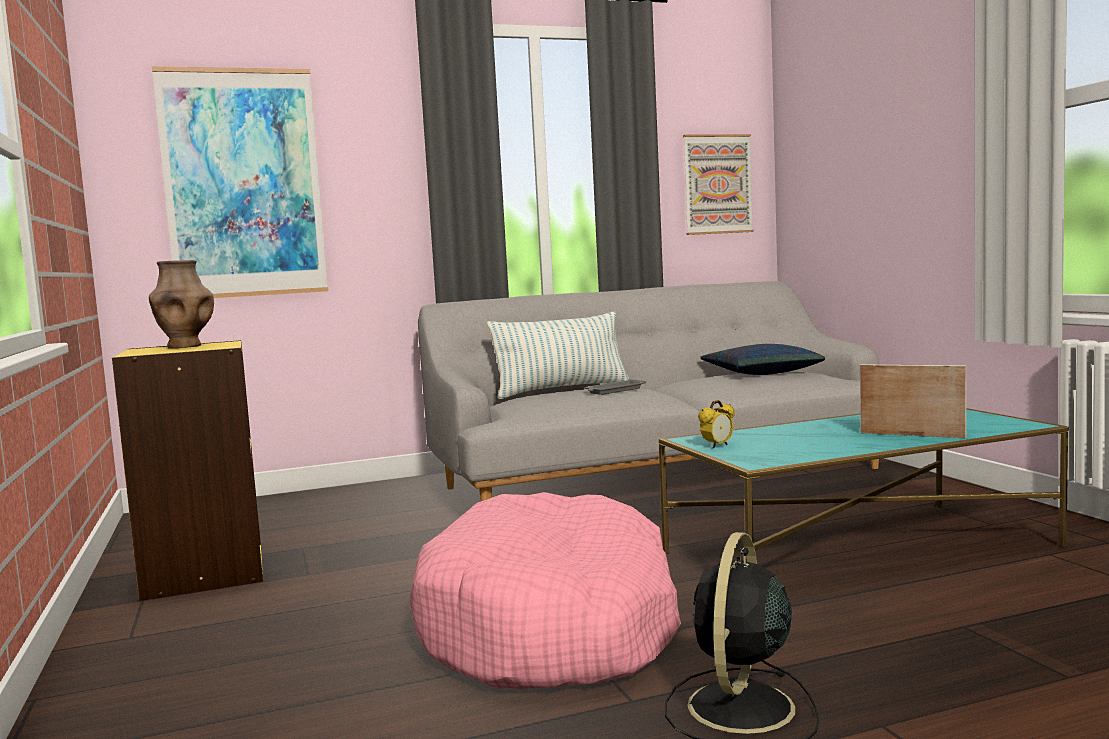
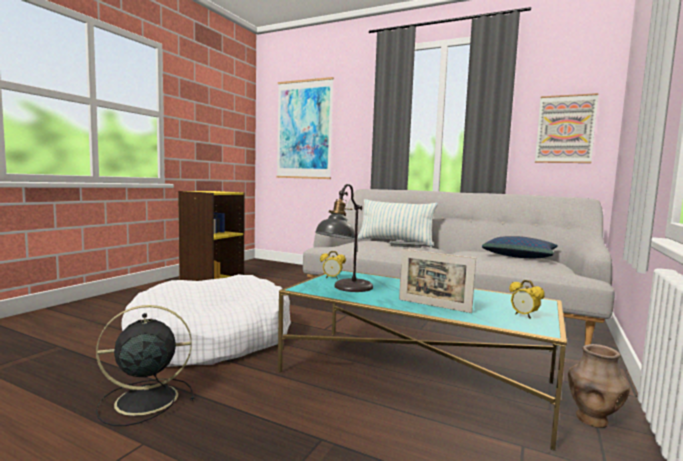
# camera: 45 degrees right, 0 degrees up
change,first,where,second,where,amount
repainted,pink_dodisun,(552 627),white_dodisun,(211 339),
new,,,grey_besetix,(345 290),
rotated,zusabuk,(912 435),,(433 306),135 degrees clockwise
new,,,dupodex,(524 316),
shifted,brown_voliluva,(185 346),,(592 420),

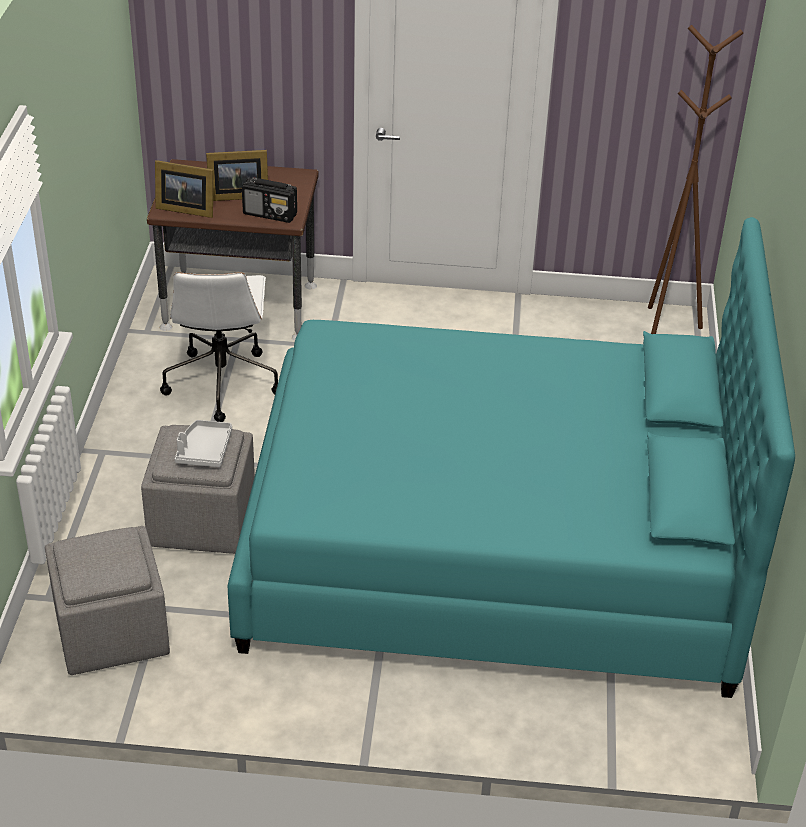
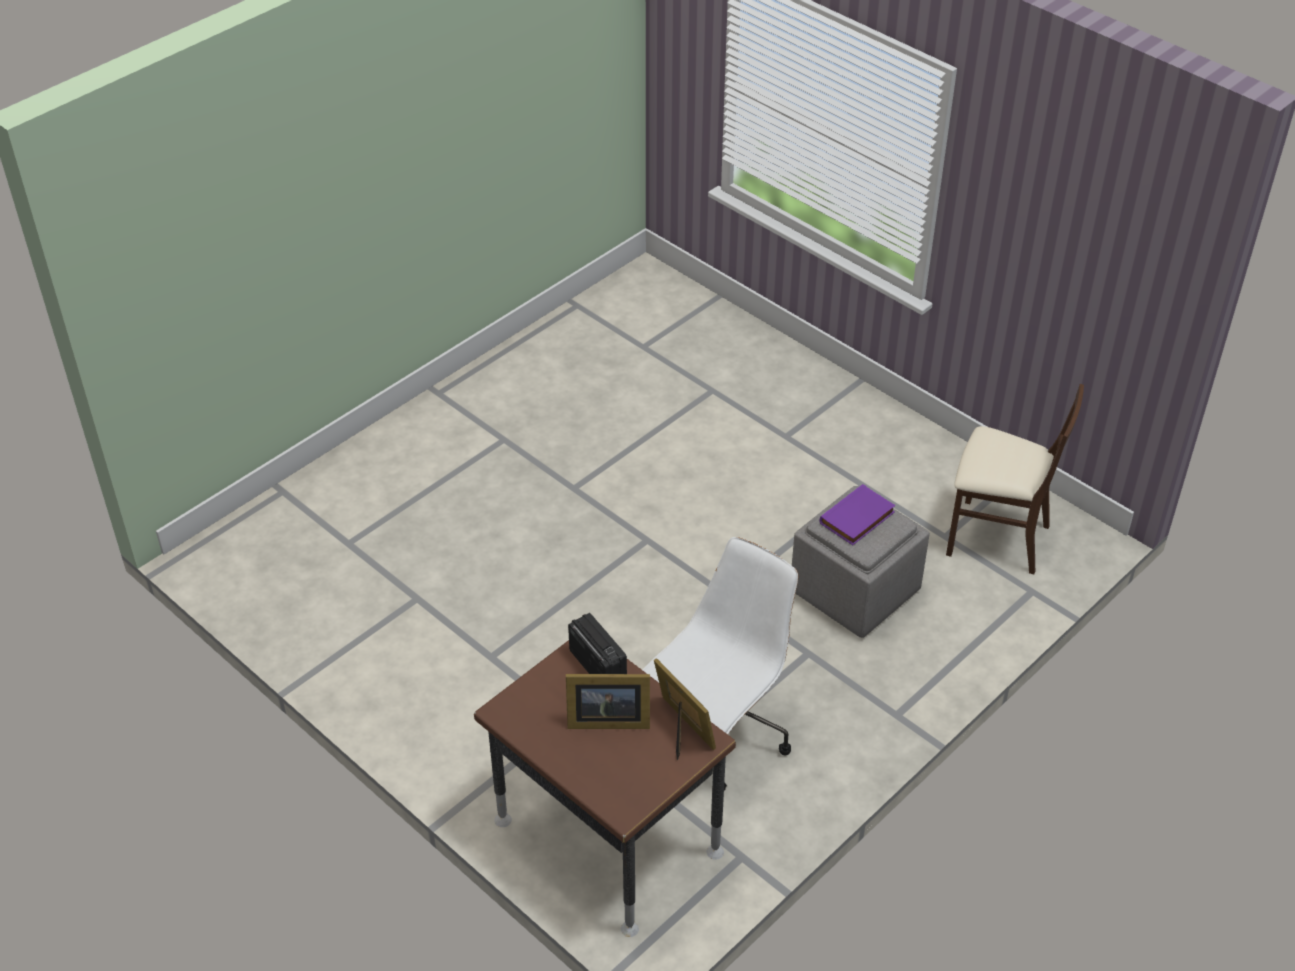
# camera: 140 degrees left, 5 degrees up
change,first,where,second,where,amount
rotated,zusabuk,(236 195),,(606 719),150 degrees clockwise
swapped,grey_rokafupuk,(204 450),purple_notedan,(858 519),
swapped,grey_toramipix,(110 631),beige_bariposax,(996 537),
gone,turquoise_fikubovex,(493 546),,,
gone,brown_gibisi,(667 325),,,

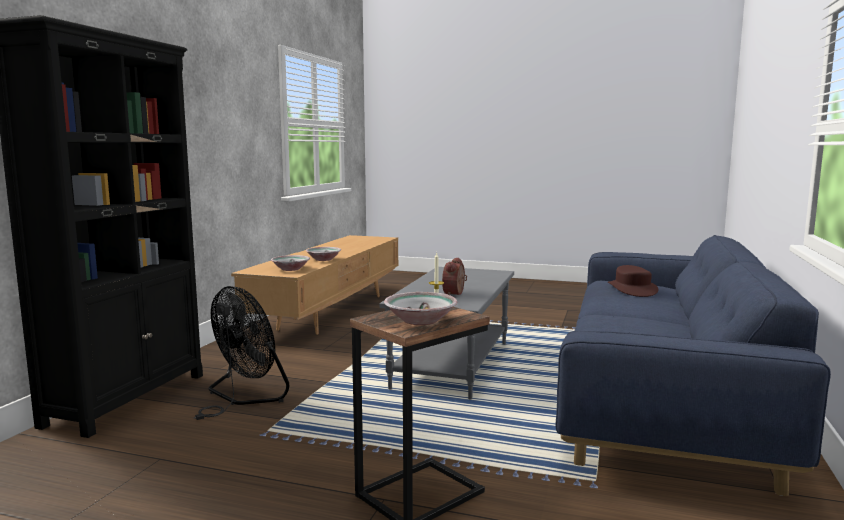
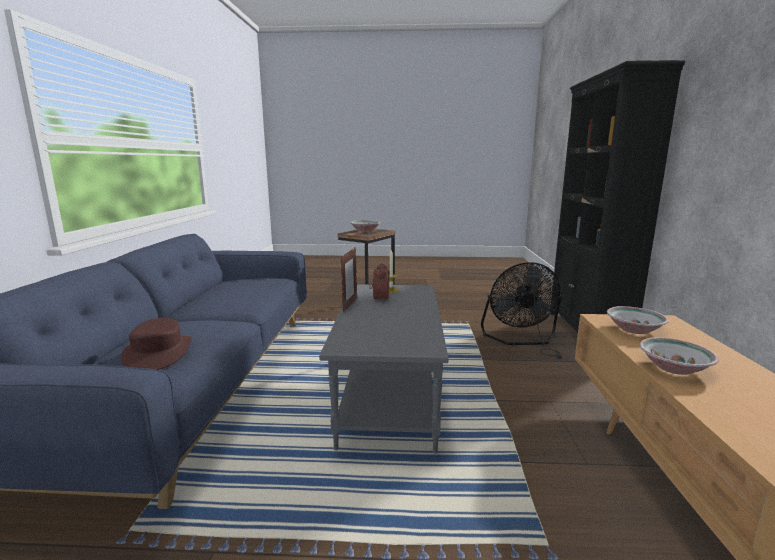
# camera: 165 degrees right, 5 degrees up
change,first,where,second,where,amount
new,,,zusabuk,(349 306),
rotated,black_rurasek,(237 395),,(526 341),150 degrees clockwise

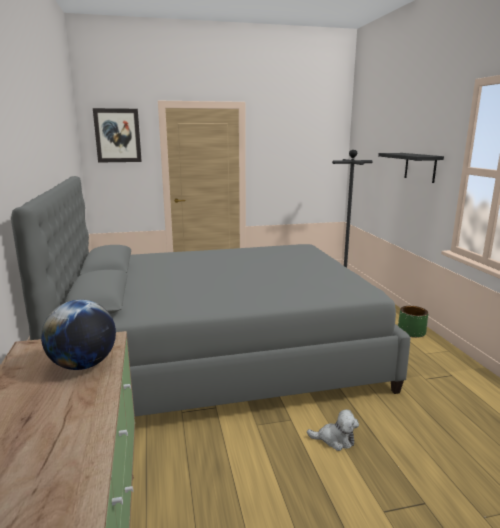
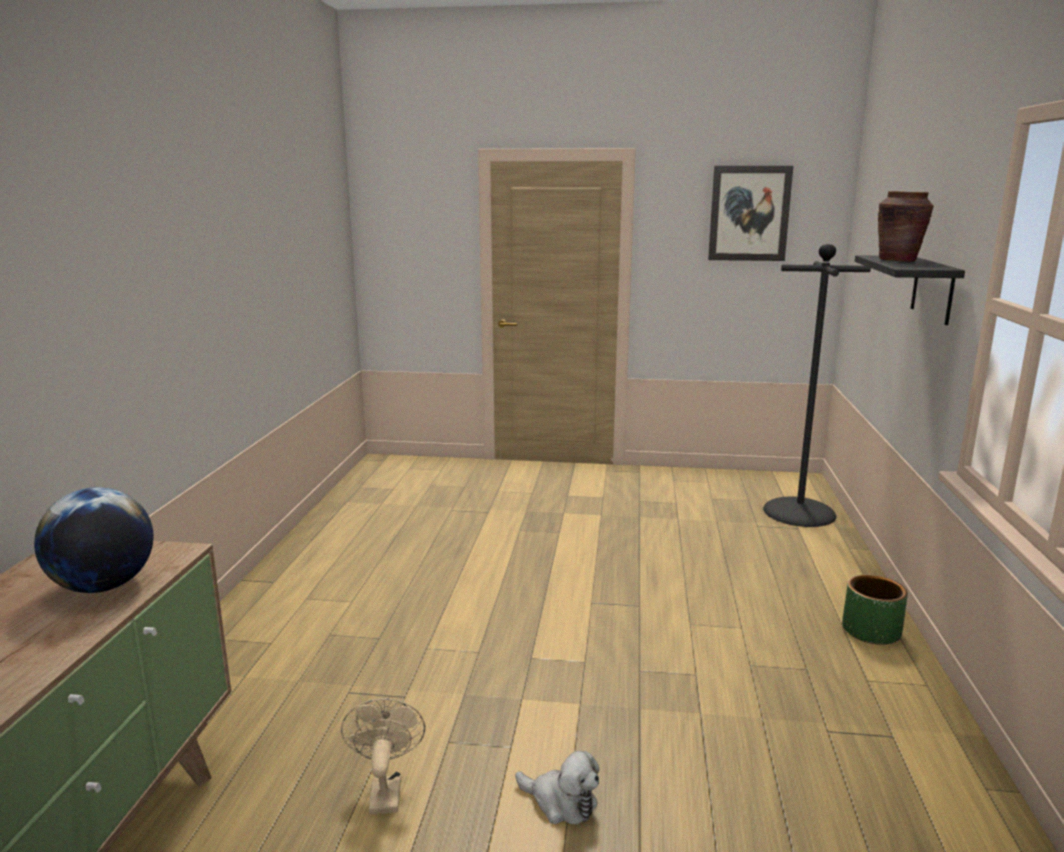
# camera: 20 degrees right, 0 degrees up
change,first,where,second,where,amount
new,,,beige_rurasek,(385 790),
shifted,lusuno,(117 135),,(749 213),
new,,,brown_voliluva,(898 260),
gone,grey_fikubovex,(220 355),,,

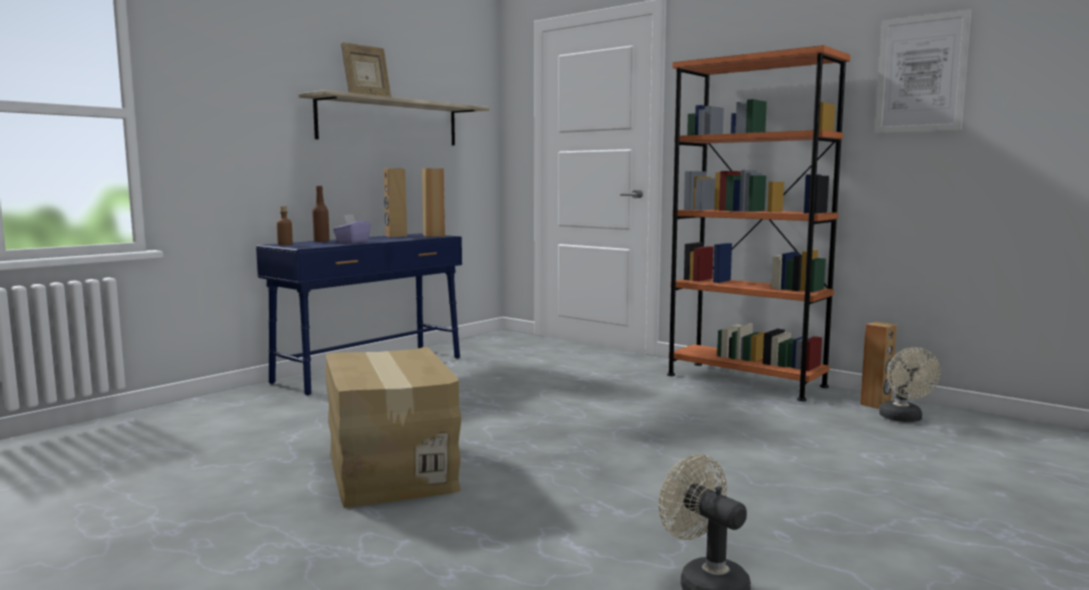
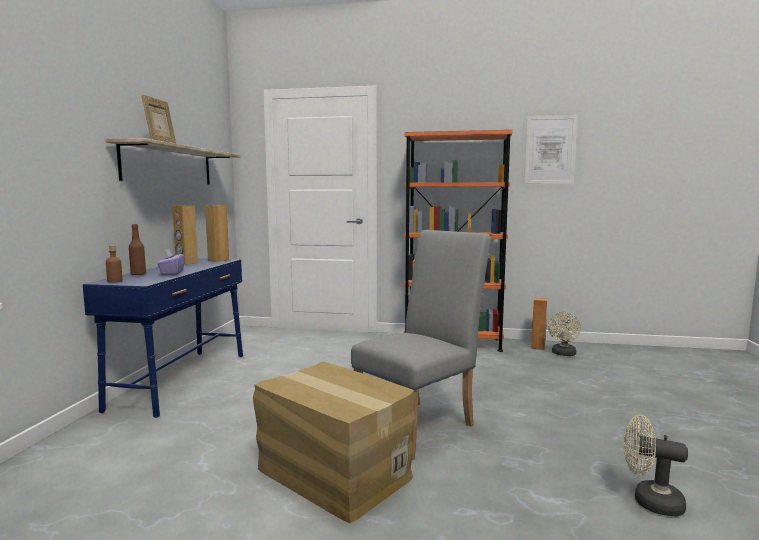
# camera: 30 degrees left, 0 degrees up
change,first,where,second,where,amount
new,,,grey_bariposax,(421 425),
rotated,beige_rurasek,(904 419),,(563 354),60 degrees clockwise

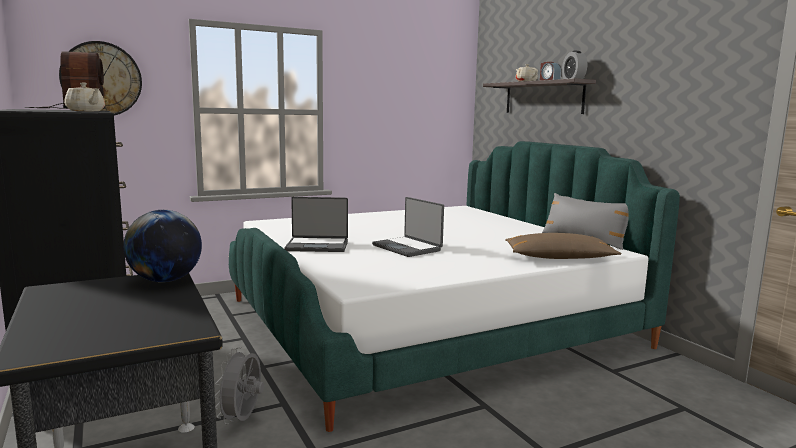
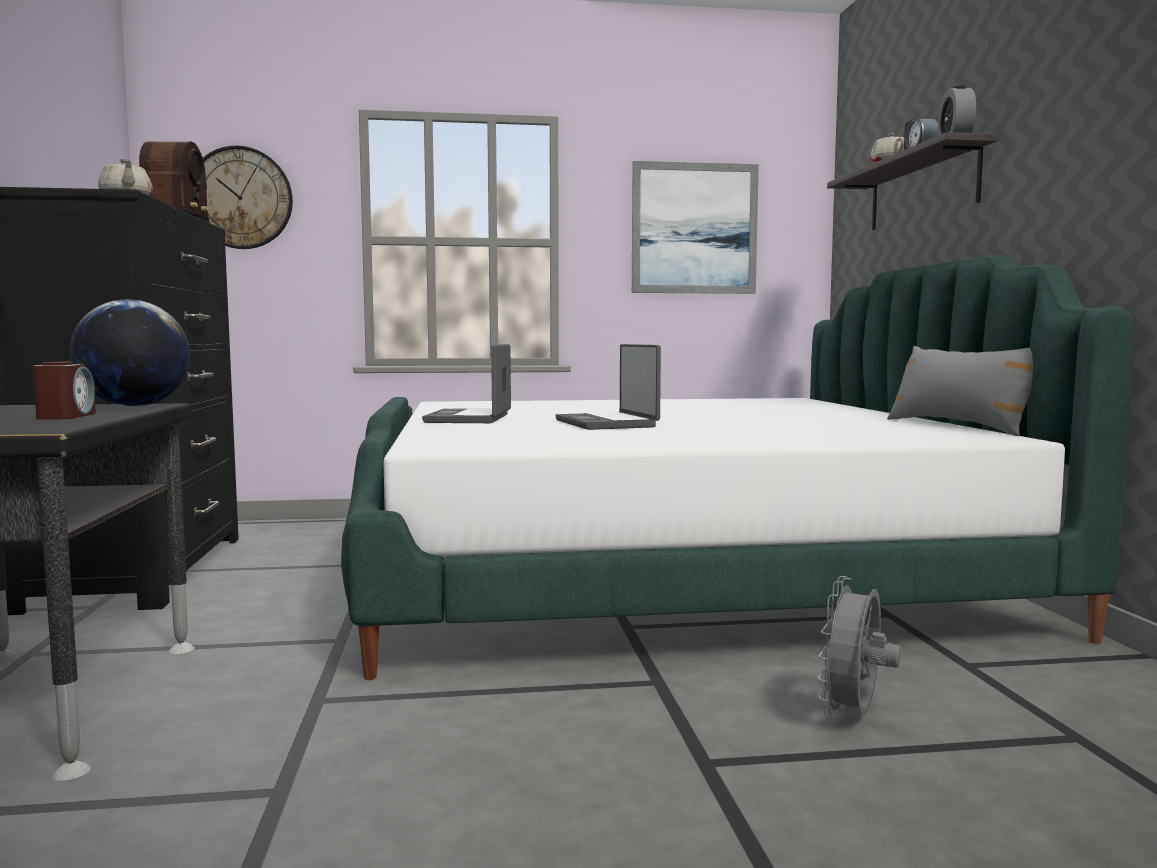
# camera: 20 degrees right, 5 degrees down
change,first,where,second,where,amount
new,,,dupodex,(66 416),
rotated,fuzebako,(317 246),,(471 418),75 degrees clockwise
new,,,lusuno,(694 228),
shifted,grey_rurasek,(242 419),,(854 717),
gone,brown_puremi,(558 258),,,

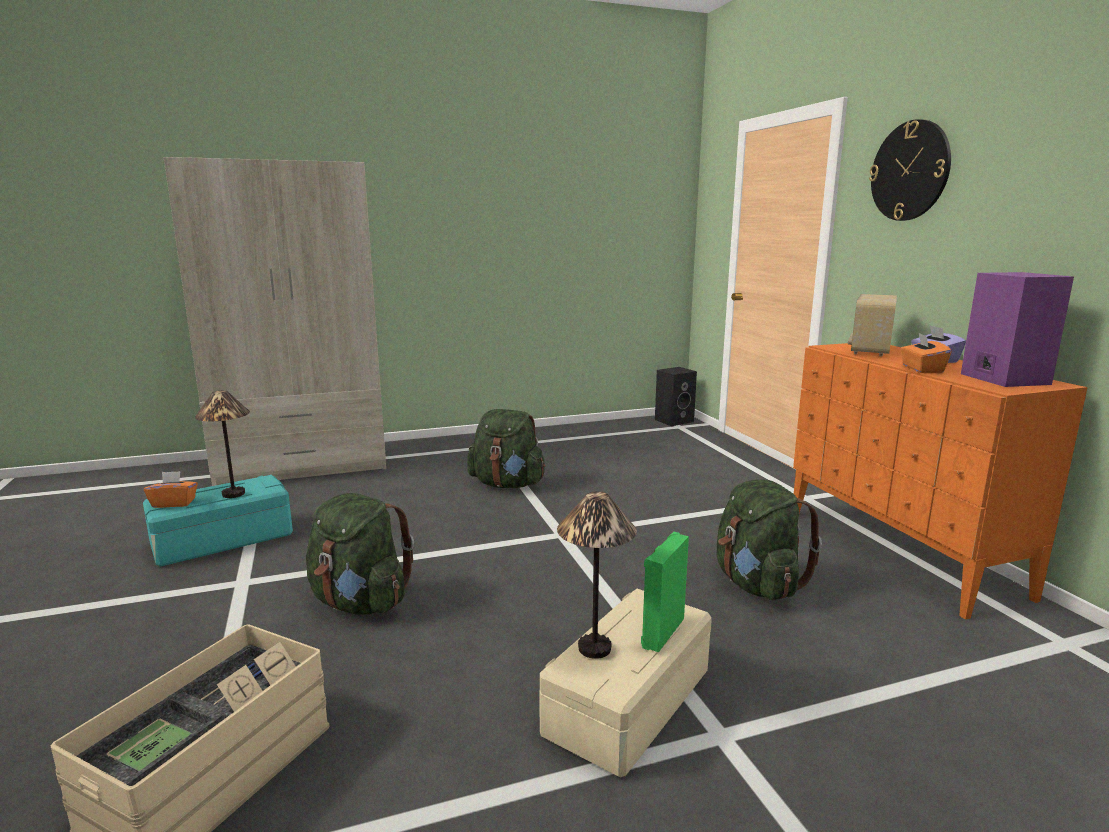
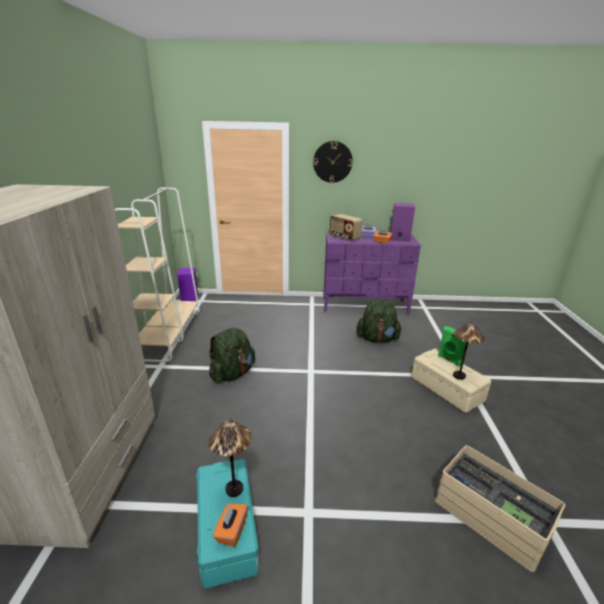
# camera: 70 degrees left, 10 degrees up
change,first,where,second,where,amount
new,,,beige_gibisi,(170 335),
repainted,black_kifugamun,(674 420),purple_kifugamun,(189 299),
repainted,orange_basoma,(898 553),purple_basoma,(365 306),
gone,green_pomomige,(360 602),,,

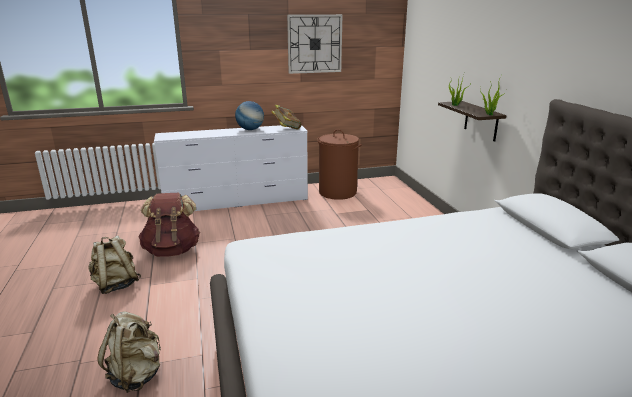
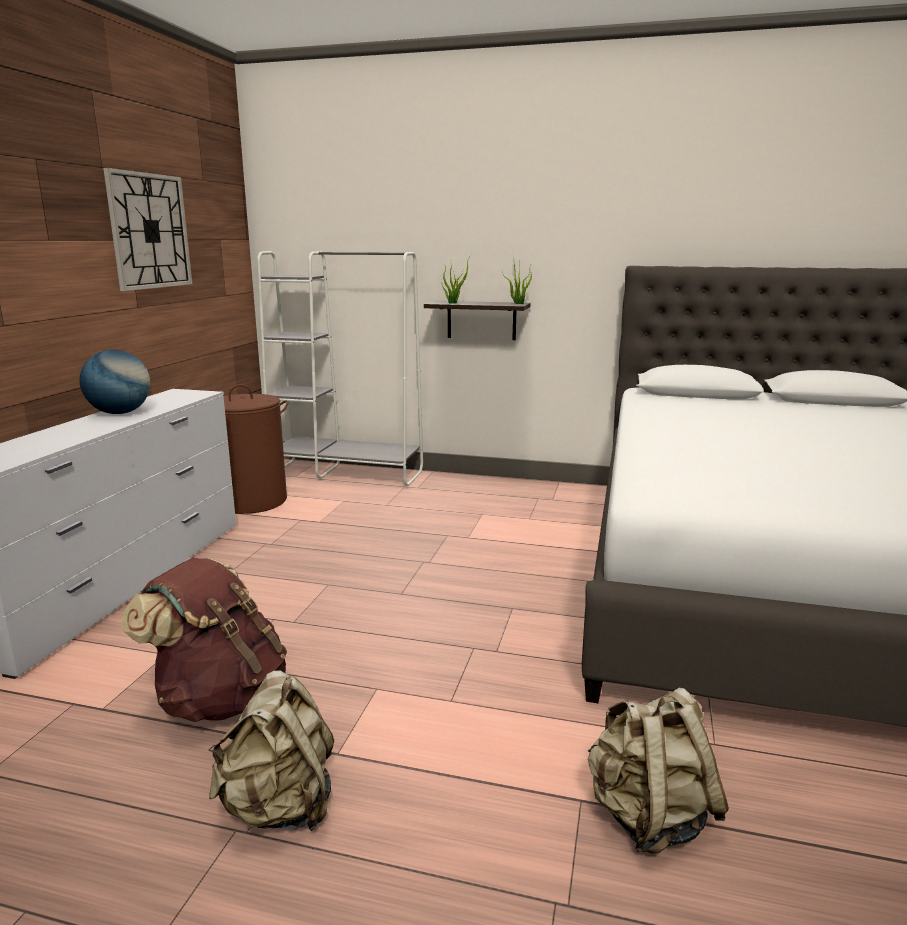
# camera: 60 degrees left, 5 degrees down
change,first,where,second,where,amount
new,,,grey_gibisi,(347 474),
gone,notedan,(286 128),,,

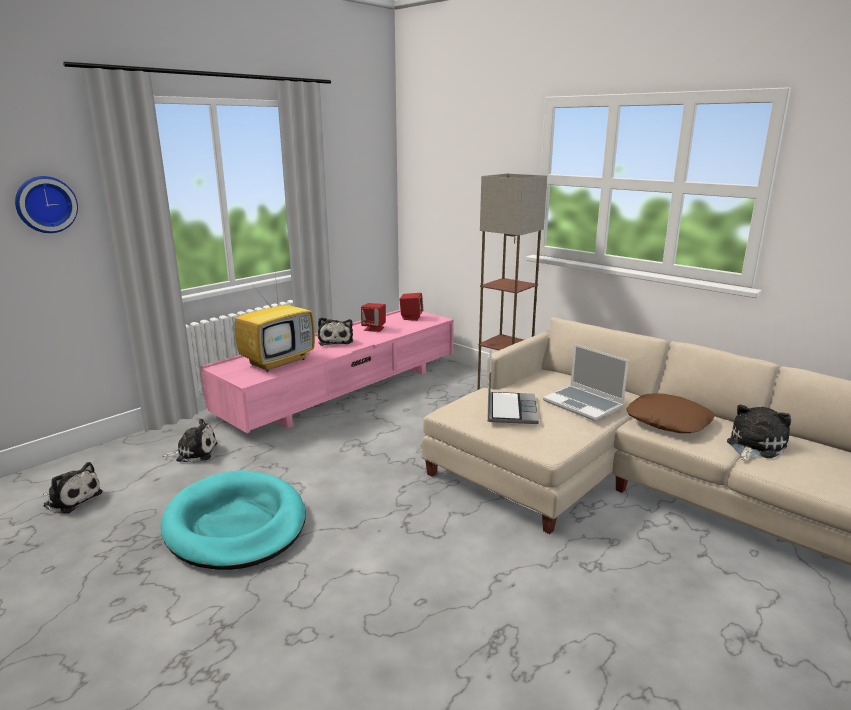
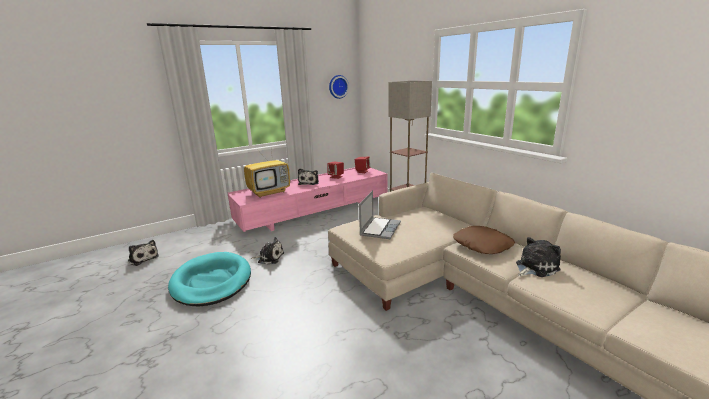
# camera: 15 degrees right, 0 degrees up
change,first,where,second,where,amount
shifted,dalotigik,(194 452),,(269 258),
shifted,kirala,(45 204),,(338 86),
gone,fuzebako,(584 404),,,

